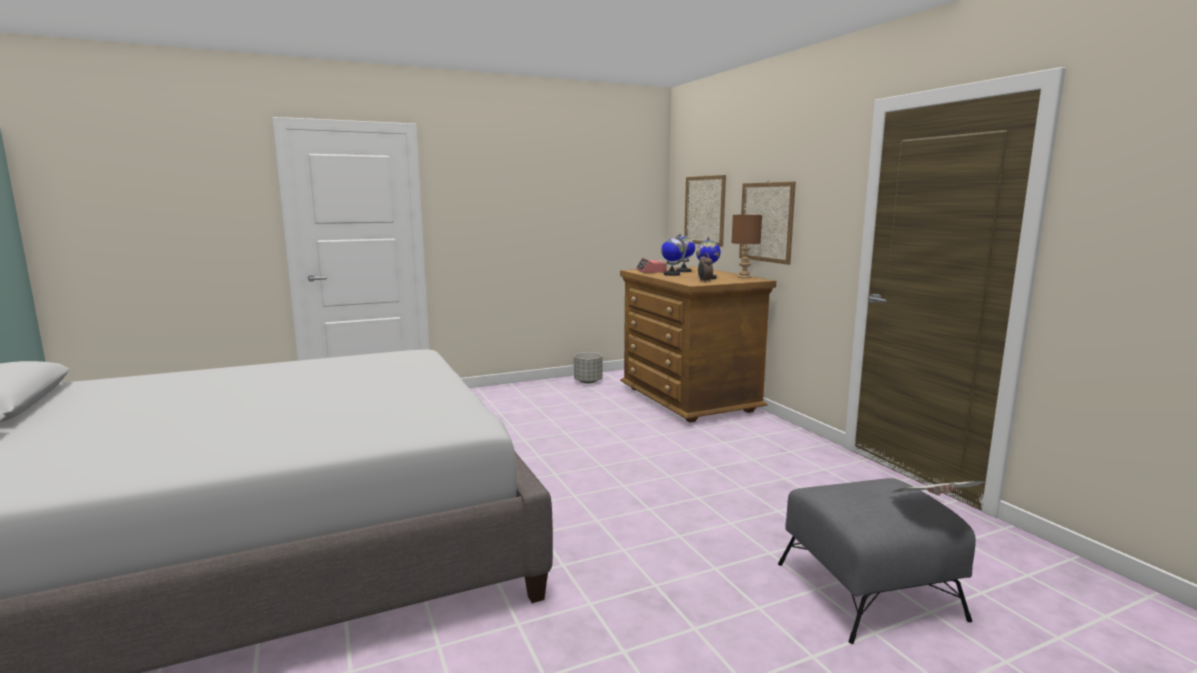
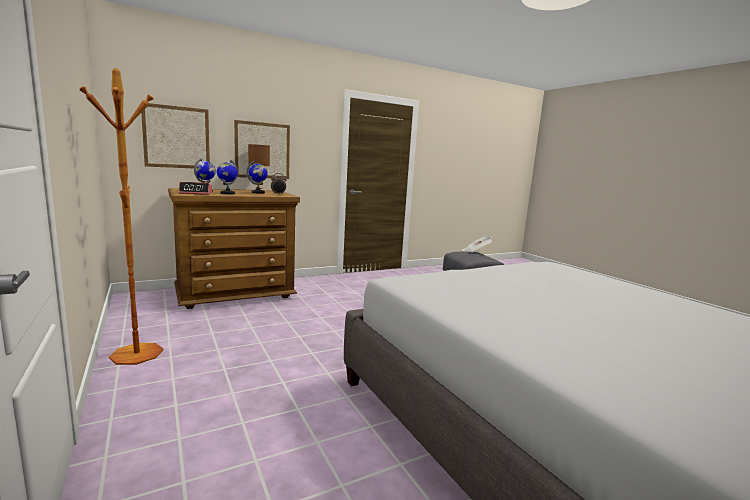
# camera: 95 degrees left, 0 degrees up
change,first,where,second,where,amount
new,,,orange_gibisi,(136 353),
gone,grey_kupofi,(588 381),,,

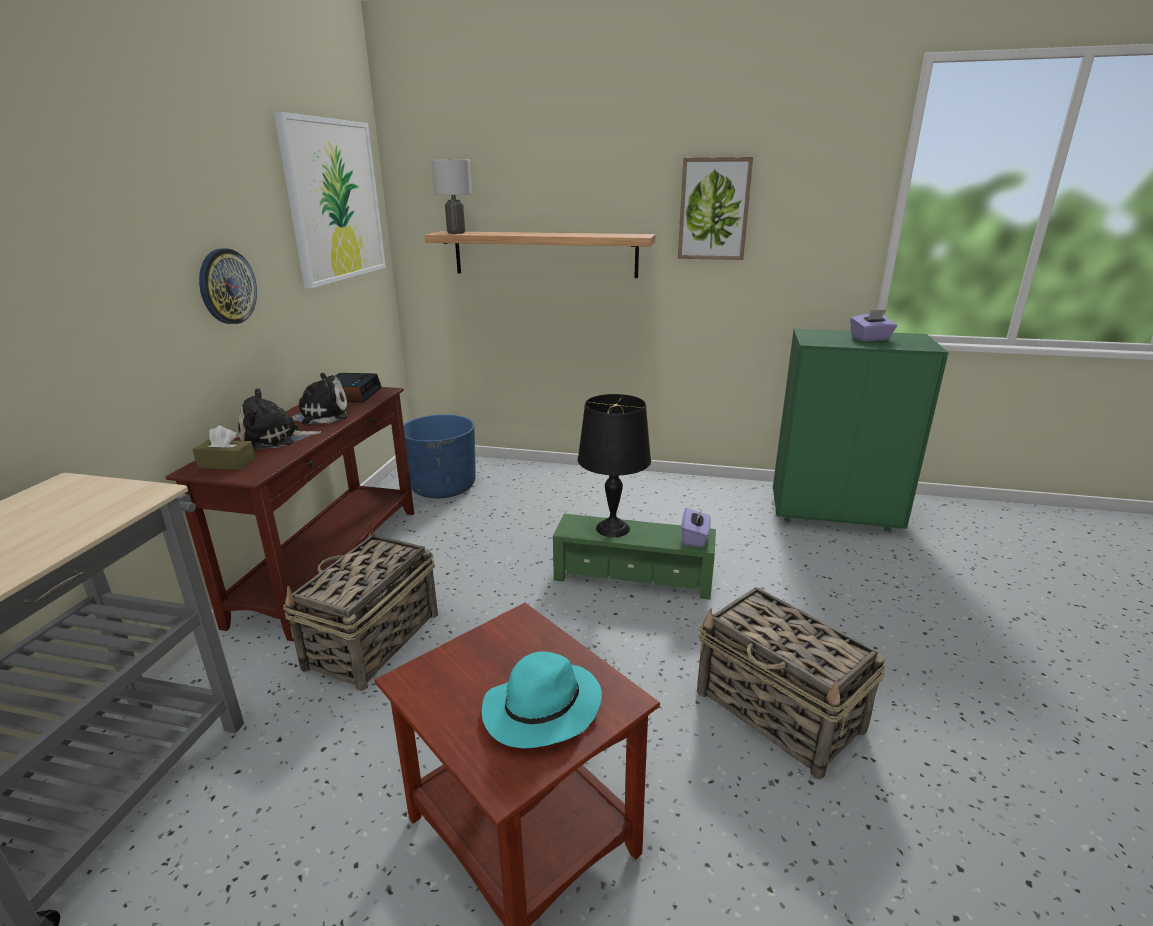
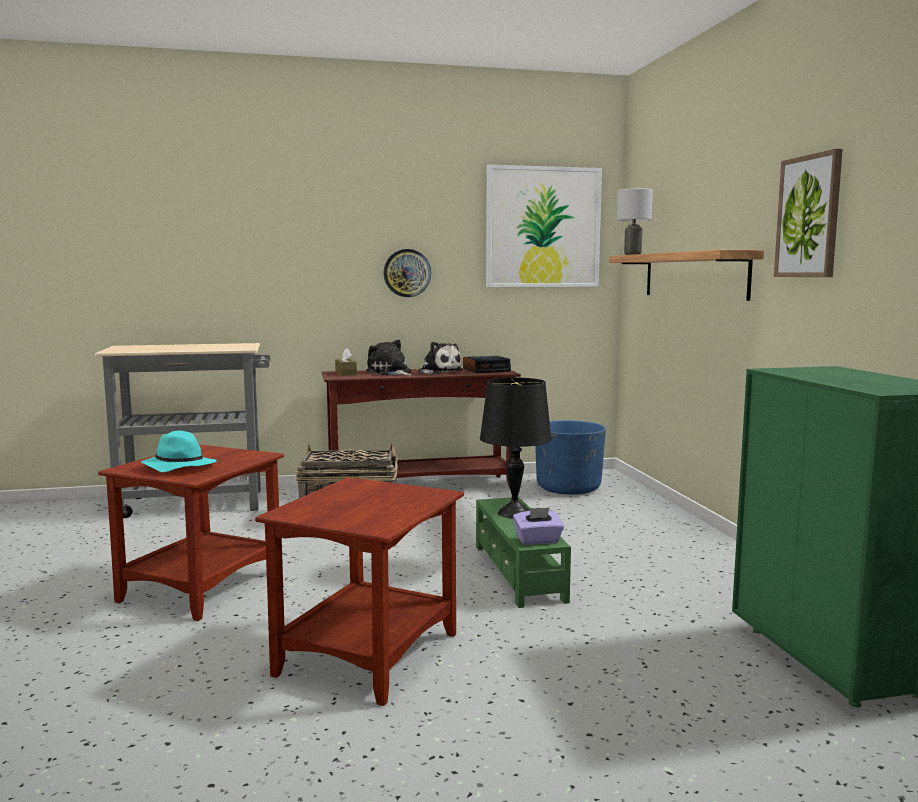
# camera: 65 degrees right, 15 degrees down
change,first,where,second,where,amount
swapped,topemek,(779 712),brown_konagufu,(370 654),
gone,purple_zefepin,(870 339),,,

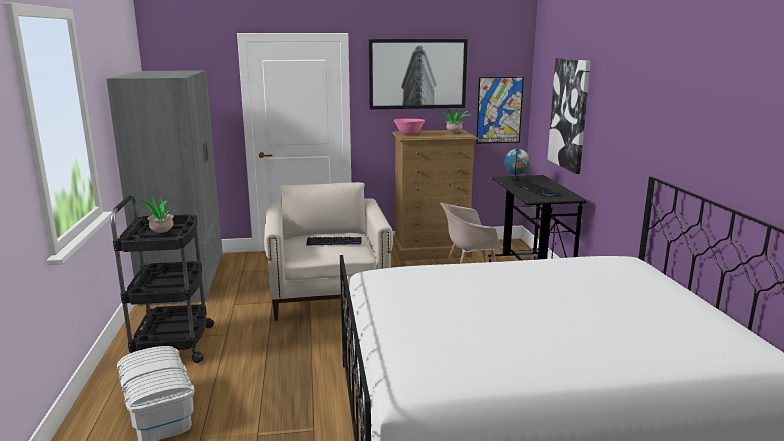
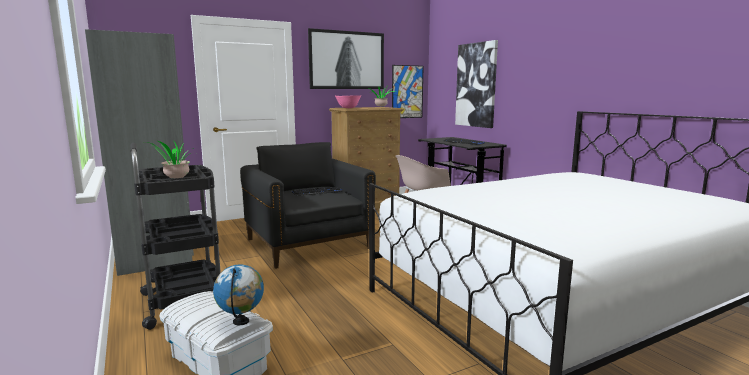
# camera: 20 degrees left, 5 degrees down
change,first,where,second,where,amount
shifted,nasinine,(516 180),,(241 322),
repainted,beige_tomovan,(328 295),black_tomovan,(308 244),

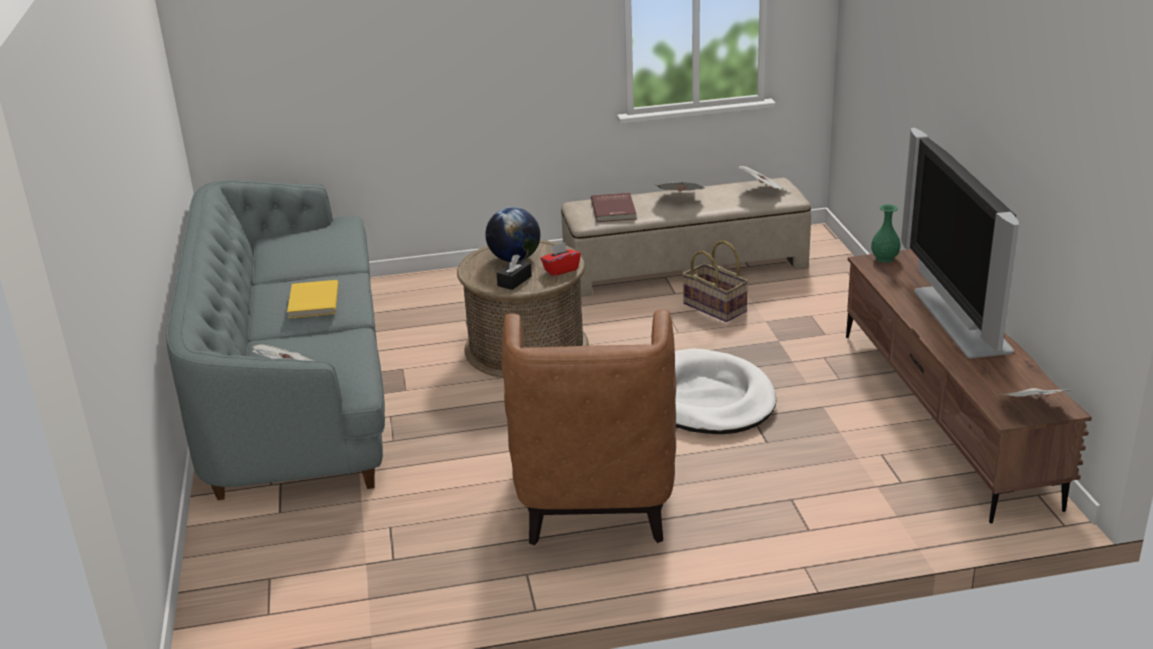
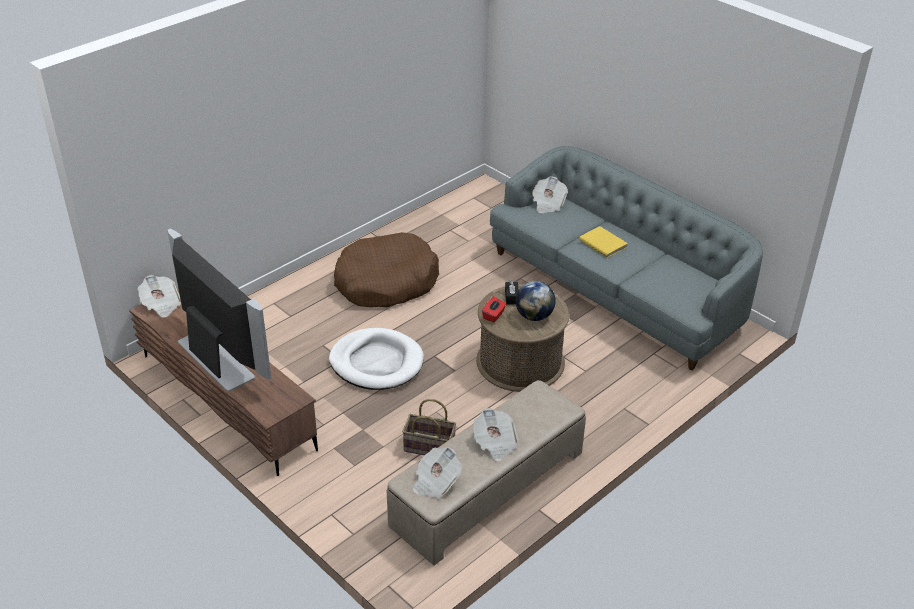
# camera: 145 degrees right, 10 degrees up
change,first,where,second,where,amount
swapped,brown_tomovan,(596 502),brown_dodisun,(386 282),
gone,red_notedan,(614 210),,,
gone,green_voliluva,(884 258),,,

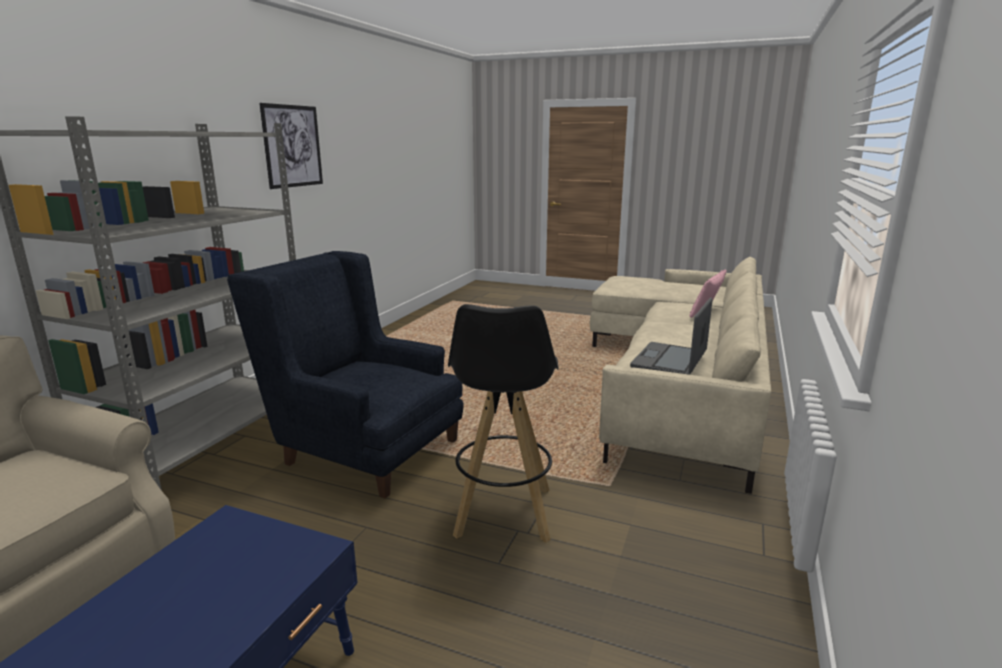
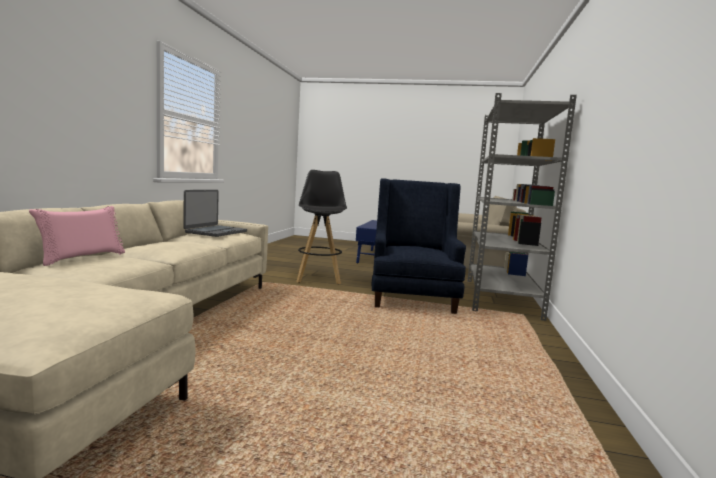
# camera: 170 degrees right, 10 degrees down
change,first,where,second,where,amount
rotated,blue_tomovan,(362 448),,(411 296),105 degrees counterclockwise
gone,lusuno,(292 146),,,

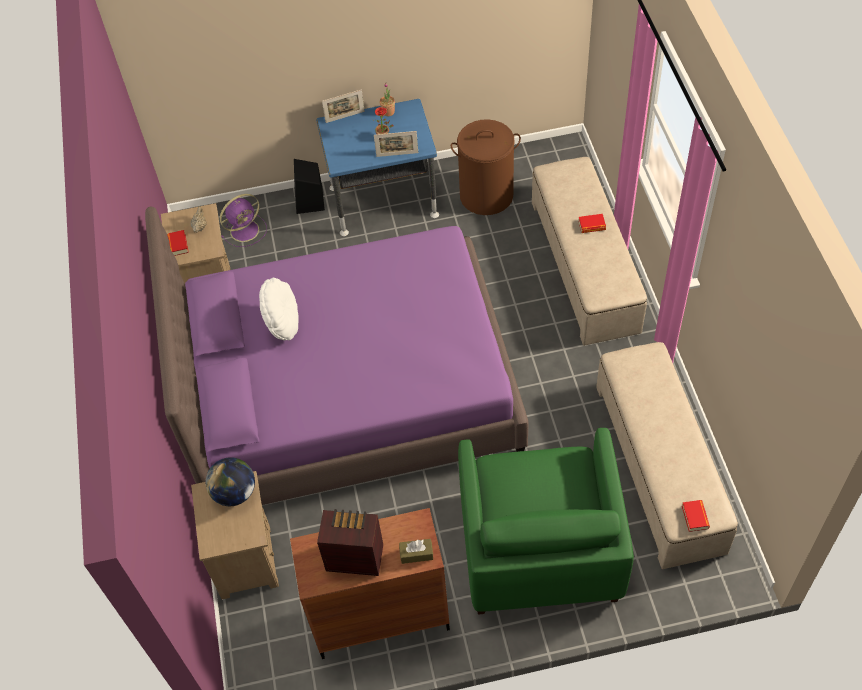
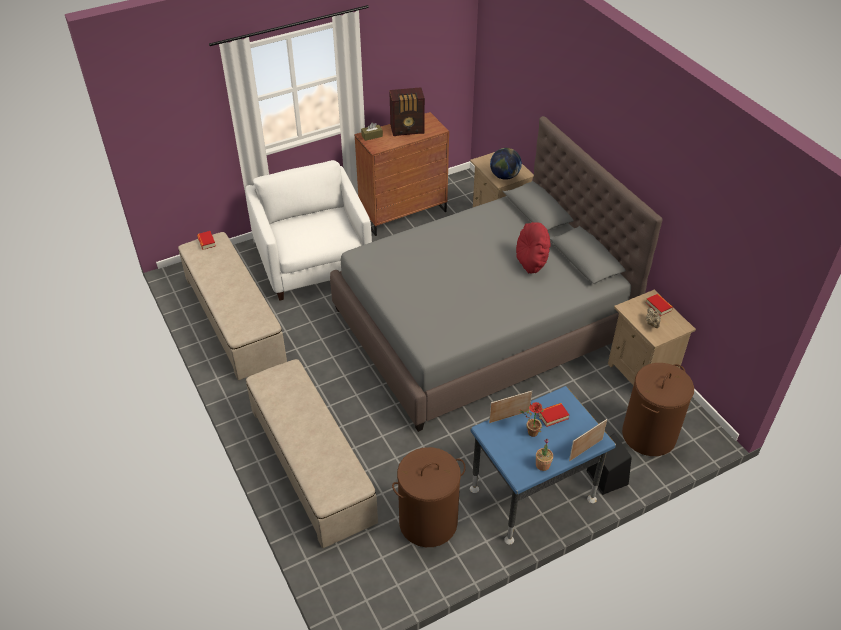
# camera: 160 degrees right, 10 degrees down
change,first,where,second,where,amount
repainted,green_tomovan,(539 546),white_tomovan,(313 261),
repainted,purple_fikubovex,(350 390),grey_fikubovex,(481 324),
repainted,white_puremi,(283 325),red_puremi,(531 264),
shifted,notedan,(591 226),,(553 416),
swapped,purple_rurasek,(246 230),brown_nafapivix,(649 435),

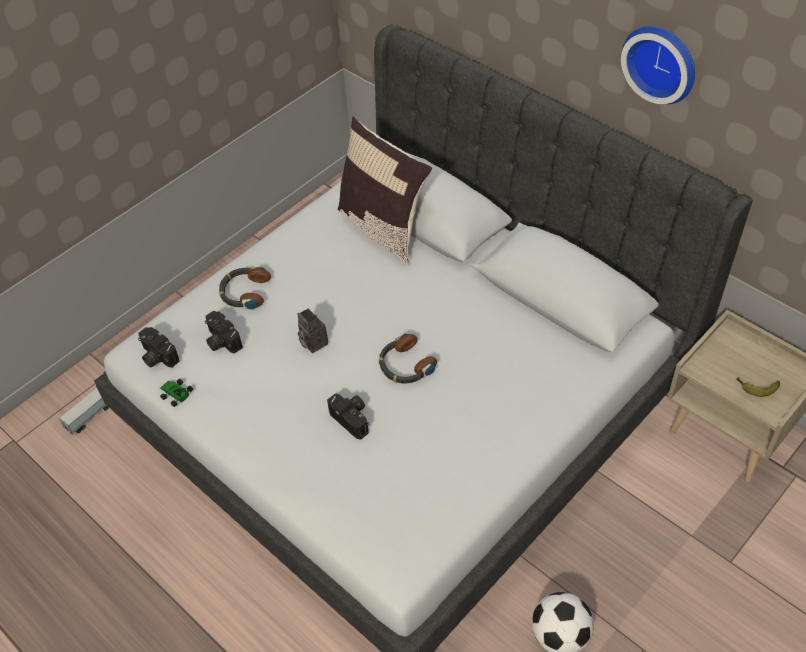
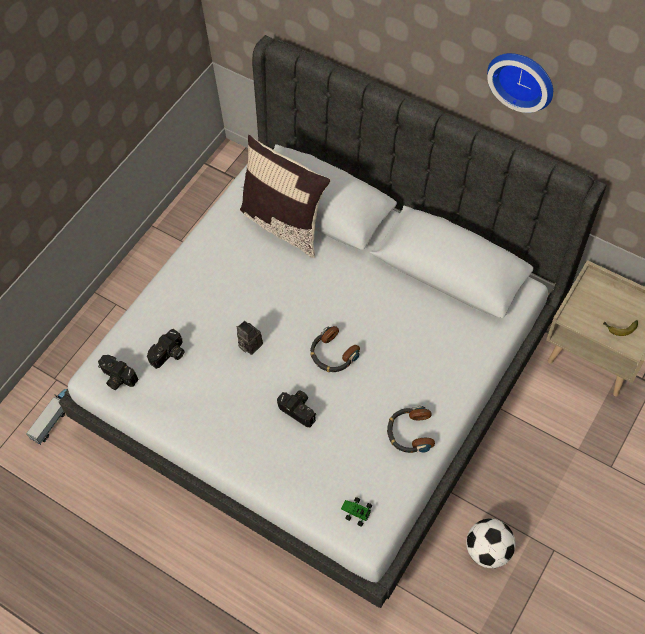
# camera: 10 degrees left, 10 degrees up
change,first,where,second,where,amount
rotated,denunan,(221 341),,(169 355),90 degrees counterclockwise
shifted,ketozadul,(174 392),,(355 511),
shifted,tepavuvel,(244 292),,(409 433),

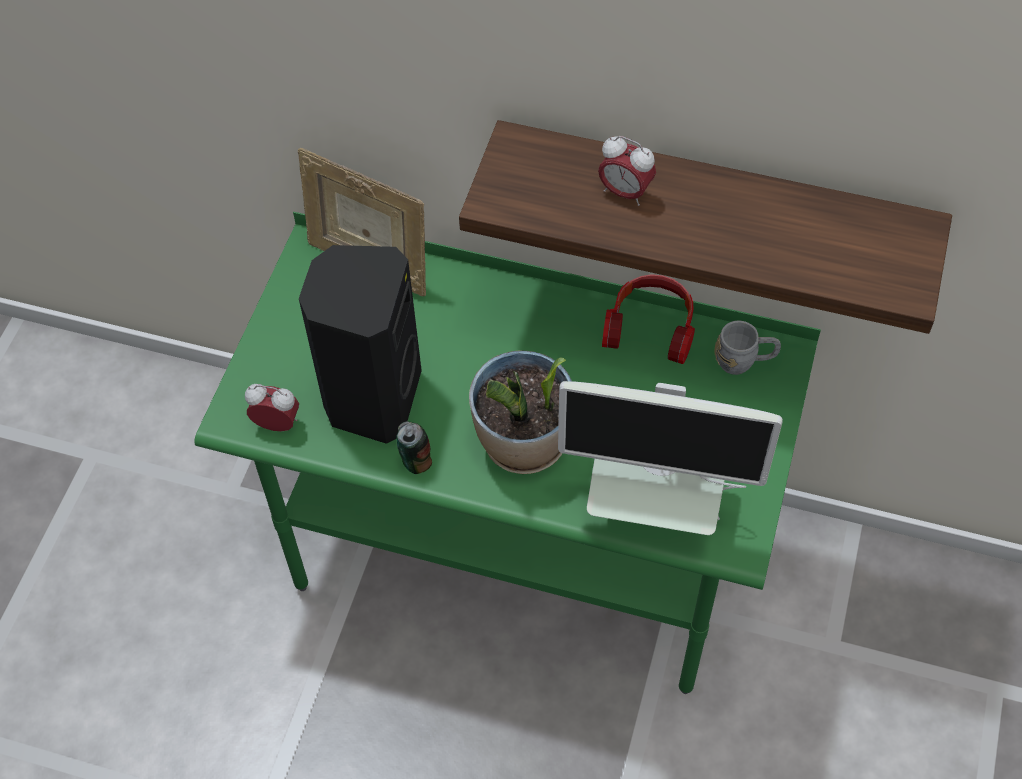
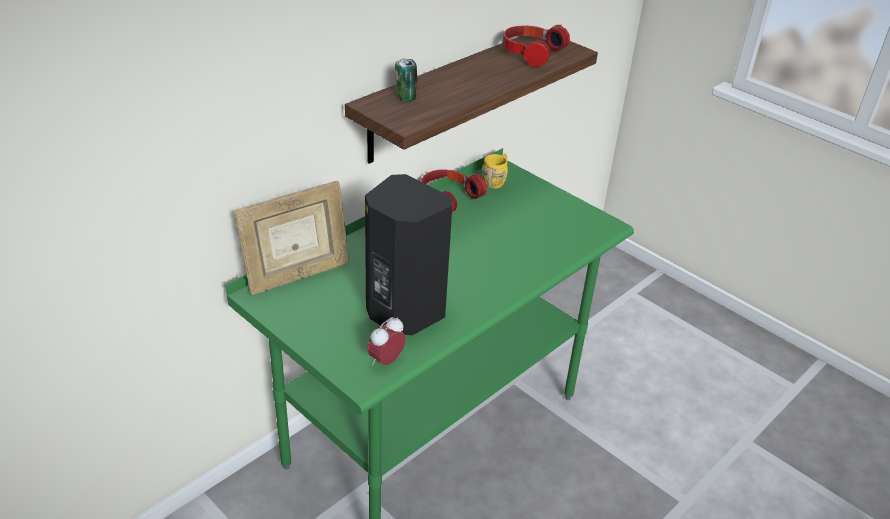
# camera: 65 degrees left, 20 degrees down
change,first,where,second,where,amount
shifted,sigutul,(415 461),,(405 97),
repainted,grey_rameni,(744 361),yellow_rameni,(496 181),
new,,,tepavuvel,(530 53),
gone,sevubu,(524 444),,,
gone,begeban,(655 508),,,
gone,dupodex,(625 192),,,

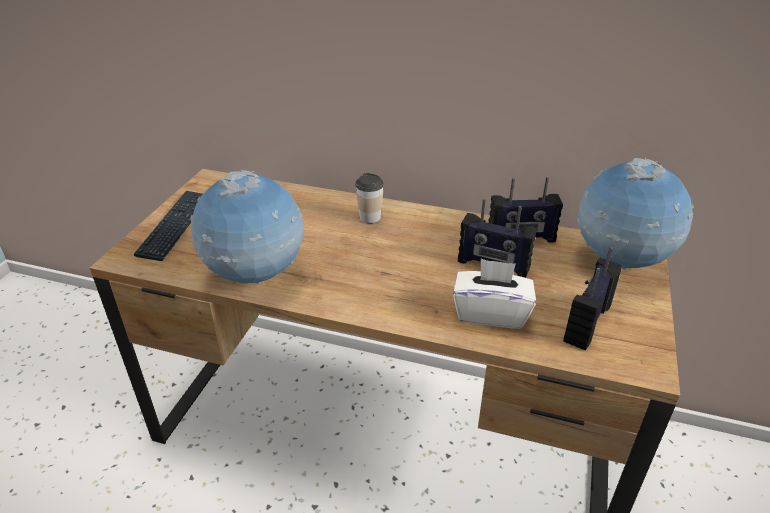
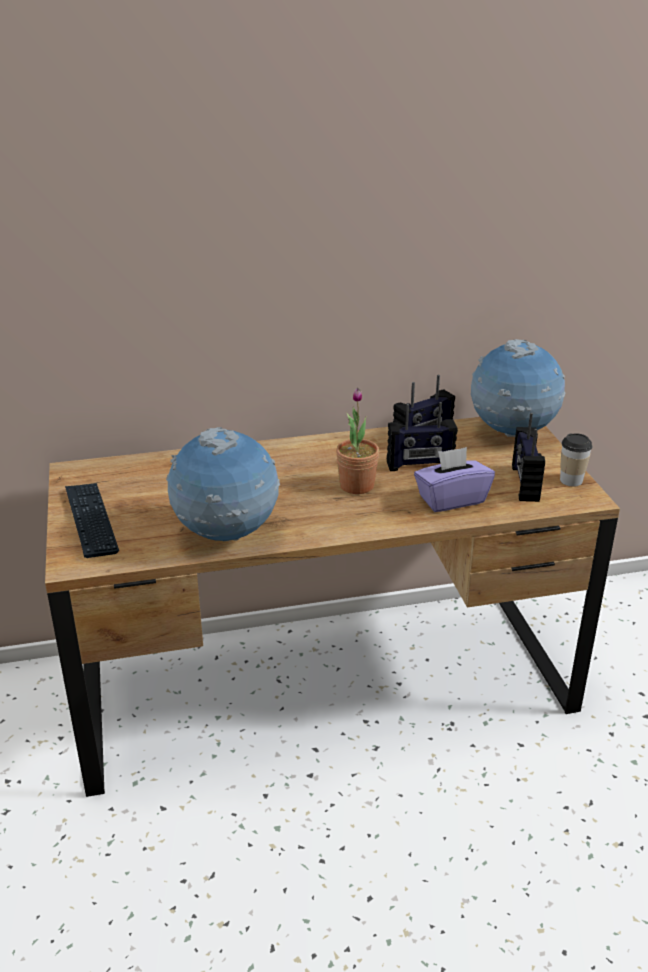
# camera: 30 degrees left, 5 degrees down
change,first,where,second,where,amount
new,,,sevubu,(356 485),
repainted,white_zefepin,(491 313),purple_zefepin,(451 499),
shifted,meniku,(370 217),,(571 480),

